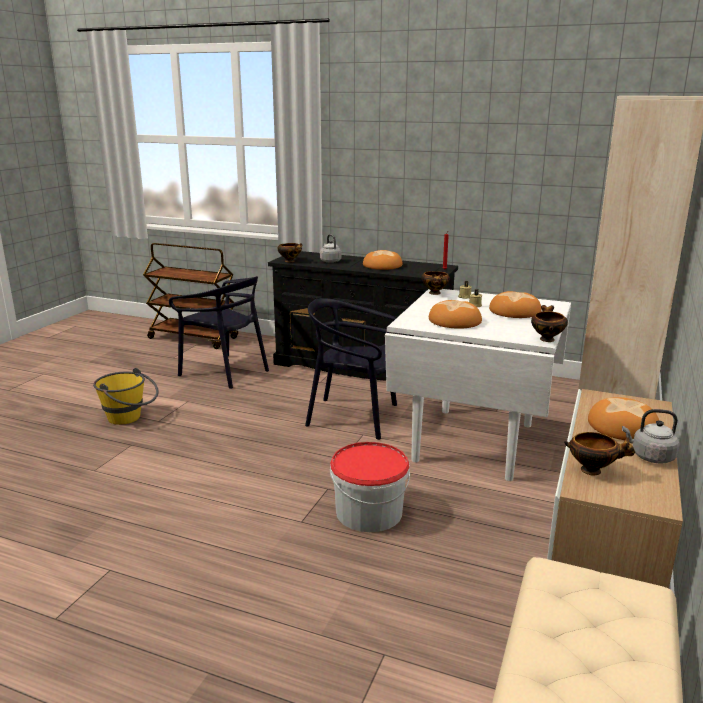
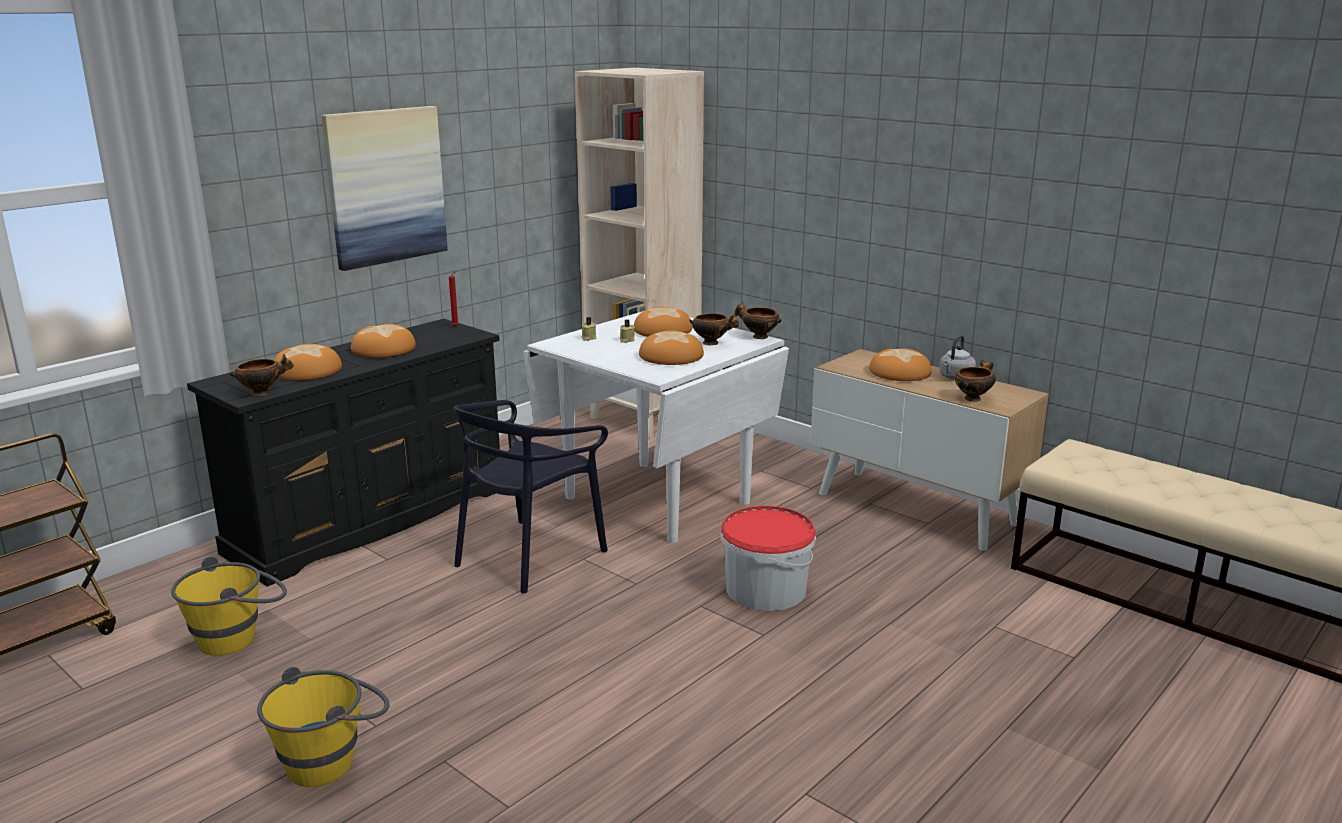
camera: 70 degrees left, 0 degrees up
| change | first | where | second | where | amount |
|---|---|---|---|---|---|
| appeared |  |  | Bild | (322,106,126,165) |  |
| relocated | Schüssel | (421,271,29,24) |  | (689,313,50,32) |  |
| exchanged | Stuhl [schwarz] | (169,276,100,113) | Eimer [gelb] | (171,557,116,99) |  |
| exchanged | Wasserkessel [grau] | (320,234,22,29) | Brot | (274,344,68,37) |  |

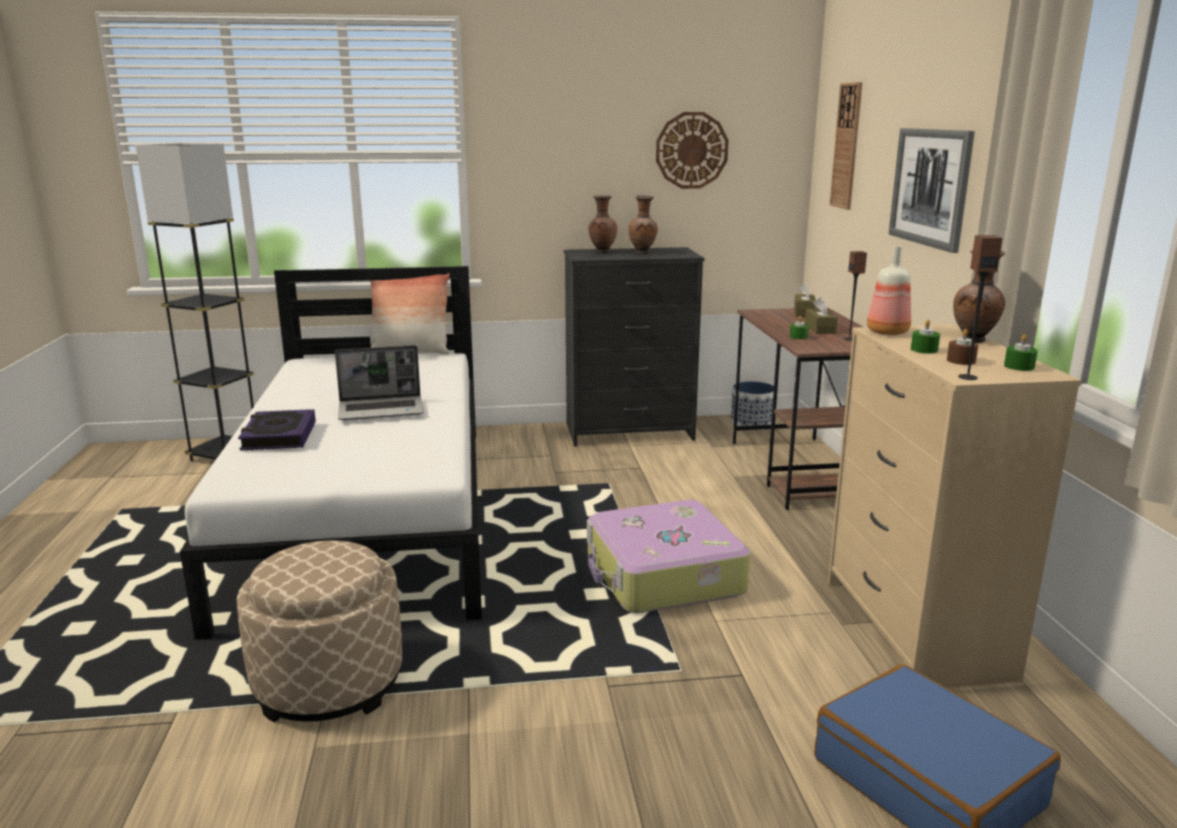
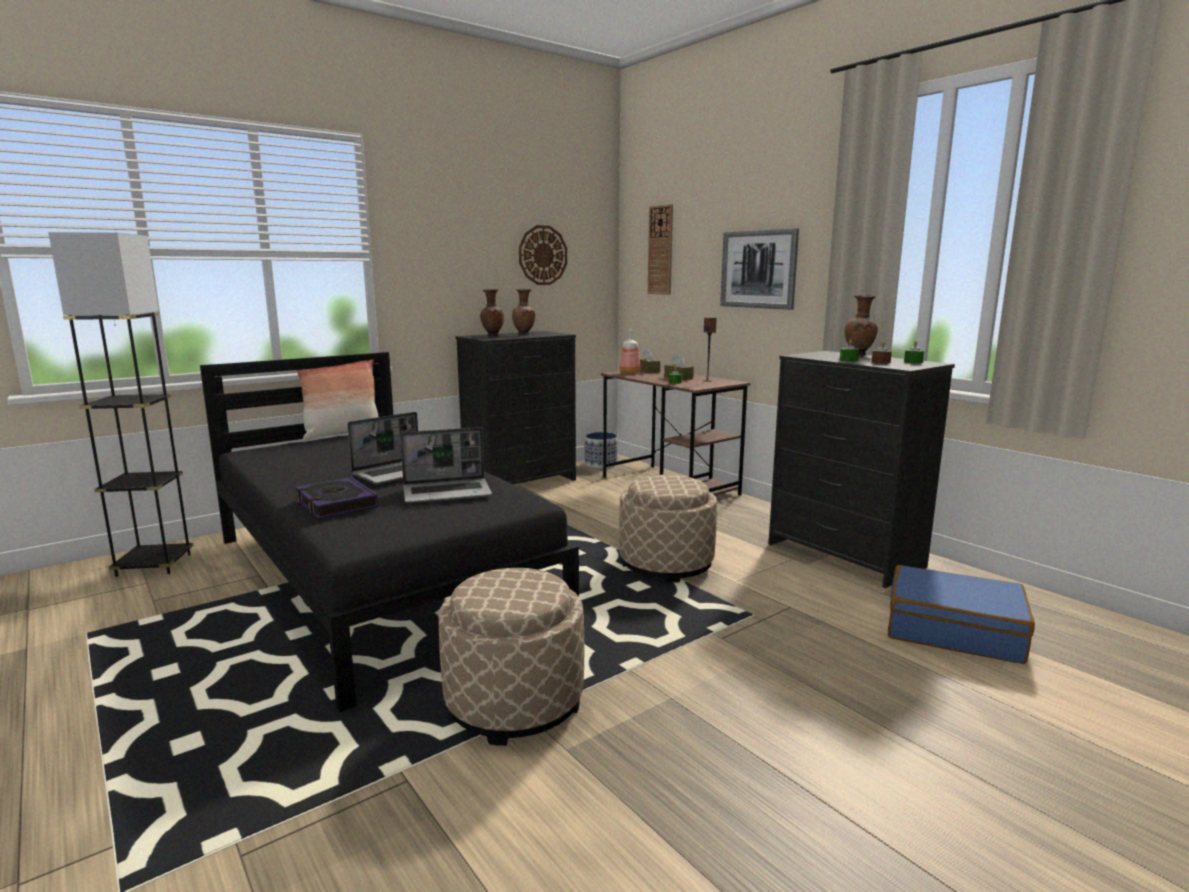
camera: 30 degrees left, 5 degrees down
| change | first | where | second | where | amount |
|---|---|---|---|---|---|
| missing | Lautsprecher | (958,235,45,145) |  |  |  |
| appeared |  |  | Laptop | (400,427,92,76) |  |
| relocated | Flasche | (867,246,44,89) |  | (620,330,21,44) |  |
| exchanged | Koffer | (587,500,164,113) | Polsterhocker [beige] | (619,475,98,108) |  |
| colour | Bett [weiß] | (180,266,302,374) | Bett [schwarz] | (200,352,379,360) |  |
| colour | Kommode [beige] | (828,324,254,364) | Kommode [schwarz] | (769,351,186,237) |  |

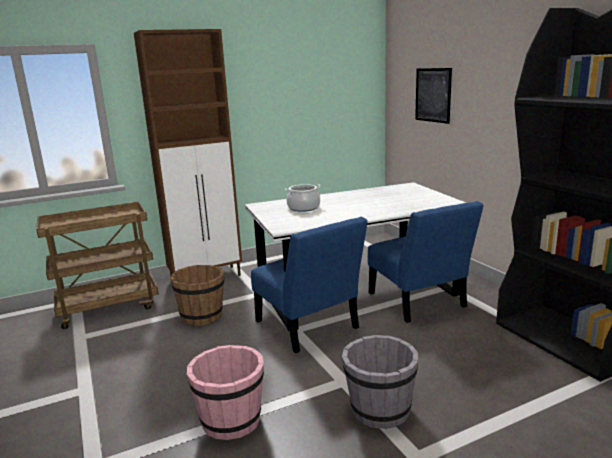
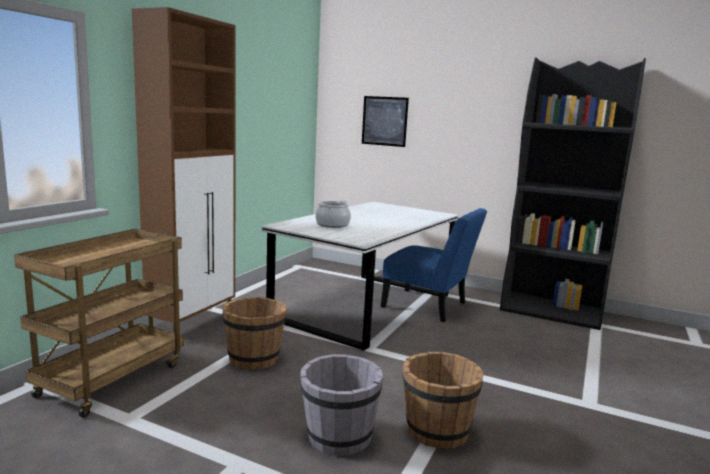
camera: 40 degrees left, 5 degrees down
| change | first | where | second | where | amount |
|---|---|---|---|---|---|
| missing | Stuhl [blau] | (251,217,117,136) |  |  |  |
| relocated | Eimer [grau] | (342,335,76,94) |  | (300,354,83,102) |  |
| colour | Eimer [rosa] | (187,345,77,95) | Eimer [braun] | (403,352,81,97) |  |

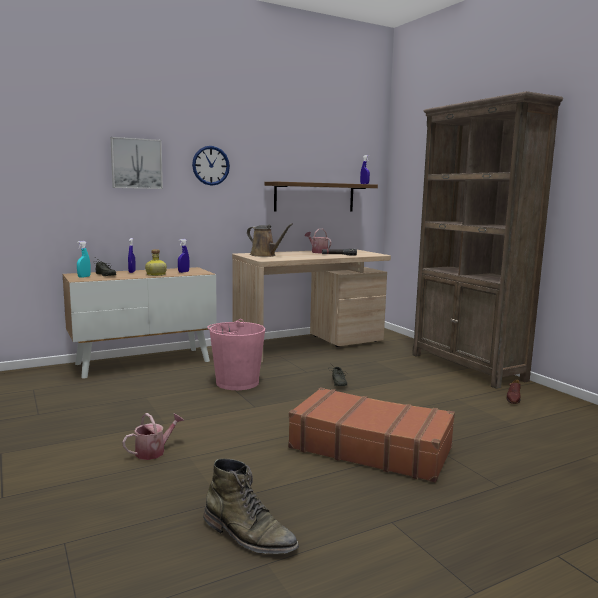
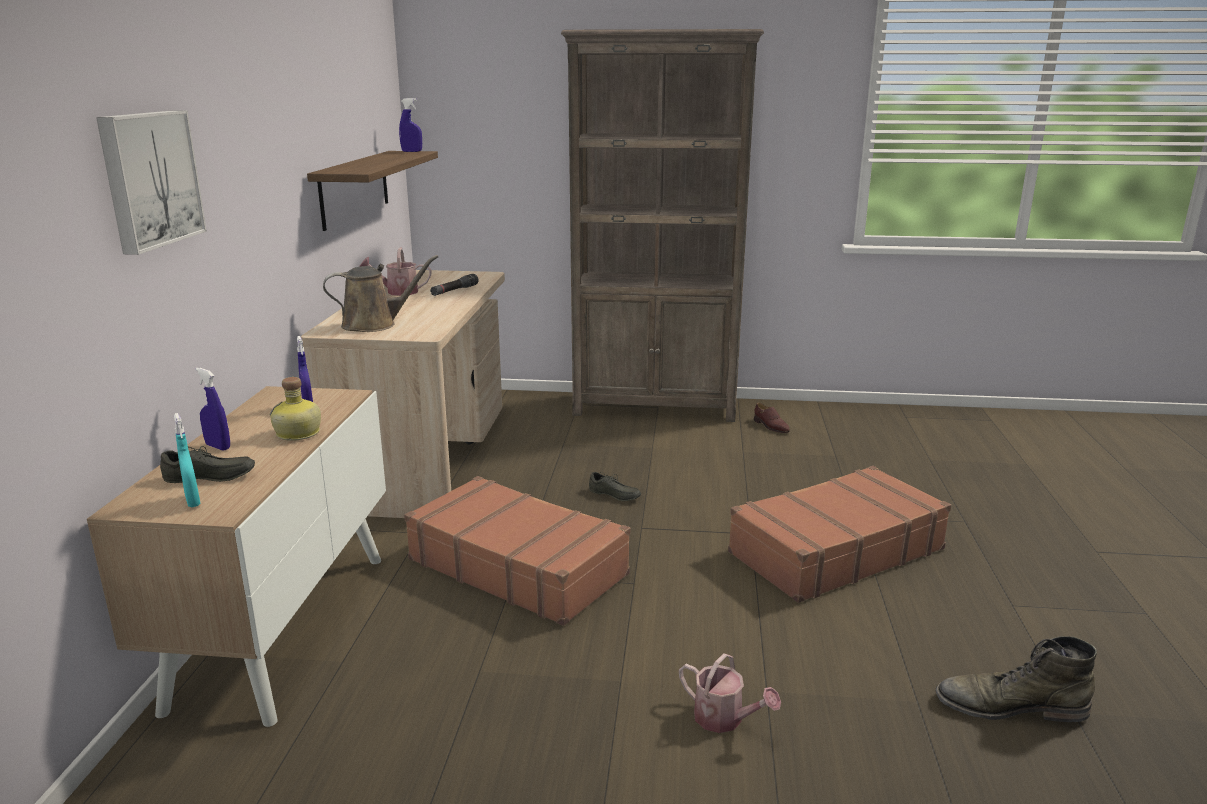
camera: 55 degrees left, 10 degrees up
| change | first | where | second | where | amount |
|---|---|---|---|---|---|
| missing | Wanduhr | (192,146,38,40) |  |  |  |
| exchanged | Eimer [rosa] | (207,319,58,71) | Koffer [braun] | (404,476,226,150) |  |
| spun | Gießkanne | (122,413,62,47) |  | (679,653,102,80) | 135 degrees clockwise |
| spun | Stiefel [grün] | (204,458,95,96) |  | (936,636,161,86) | 150 degrees counterclockwise |

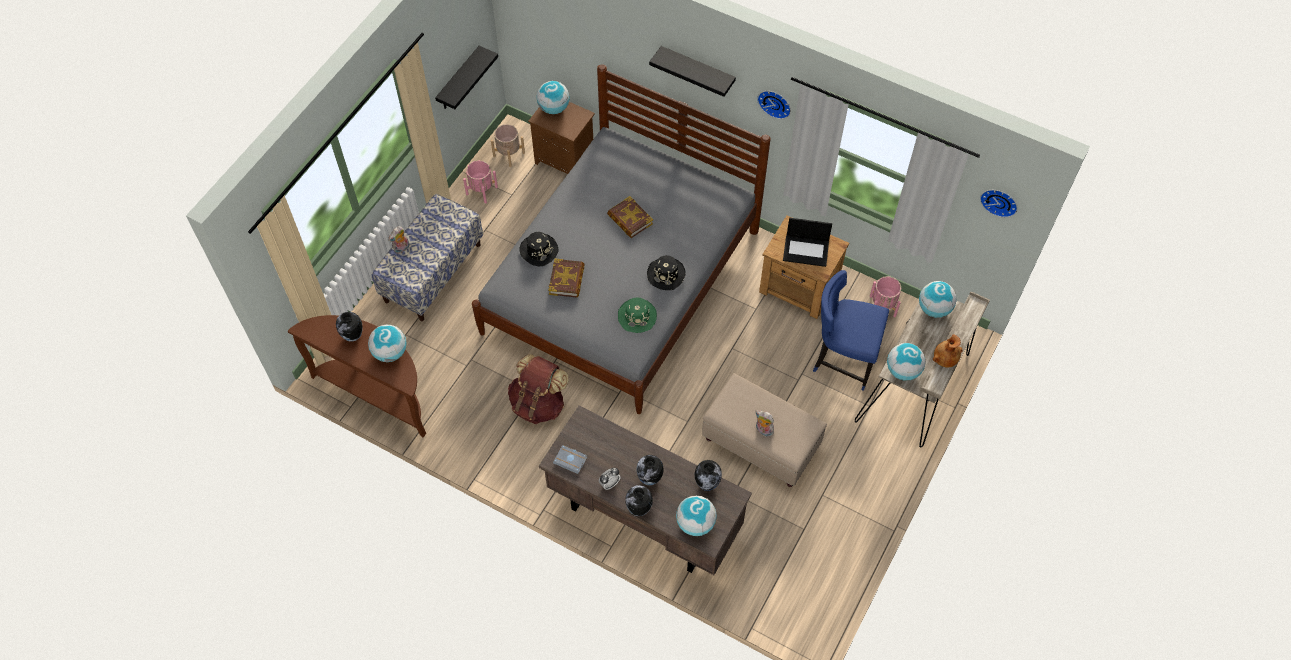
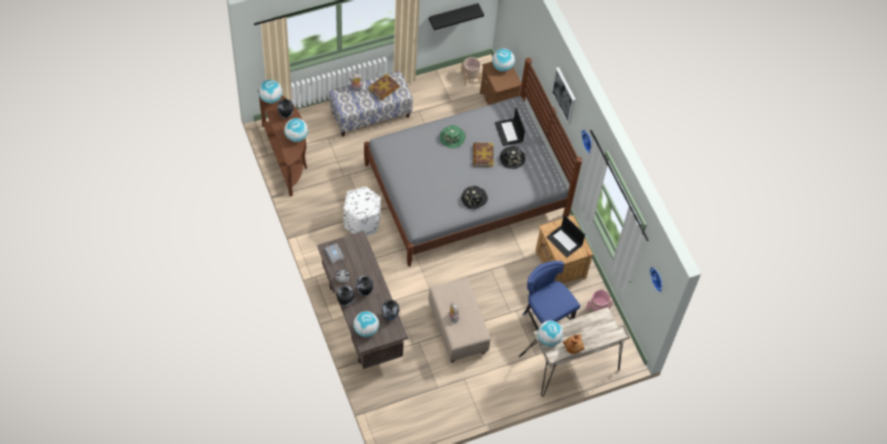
camera: 35 degrees right, 0 degrees up
| change | first | where | second | where | amount |
|---|---|---|---|---|---|
| missing | Pflanzkübel [rosa] | (463,160,35,43) |  |  |  |
| appeared |  |  | Laptop | (495,107,30,39) |  |
| relocated | Hut [schwarz] | (519,232,39,35) |  | (500,146,25,23) |  |
| relocated | Buch | (548,258,37,40) |  | (369,74,31,26) |  |
| relocated | Hut [grün] | (618,297,39,36) |  | (440,125,25,23) |  |
| relocated | Globus | (919,281,38,37) |  | (259,80,23,23) |  |
| exchanged | Rucksack [braun] | (508,354,61,70) | Polsterhocker [weiß] | (343,186,38,50) |  |
| exchanged | Wandregal [schwarz] | (649,46,87,51) | Bild | (551,67,25,57) |  |

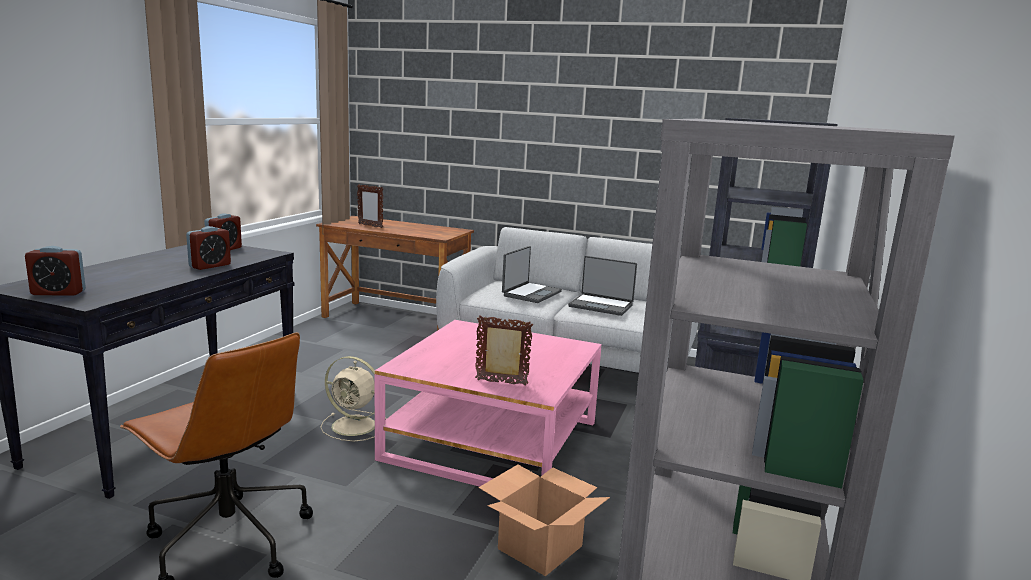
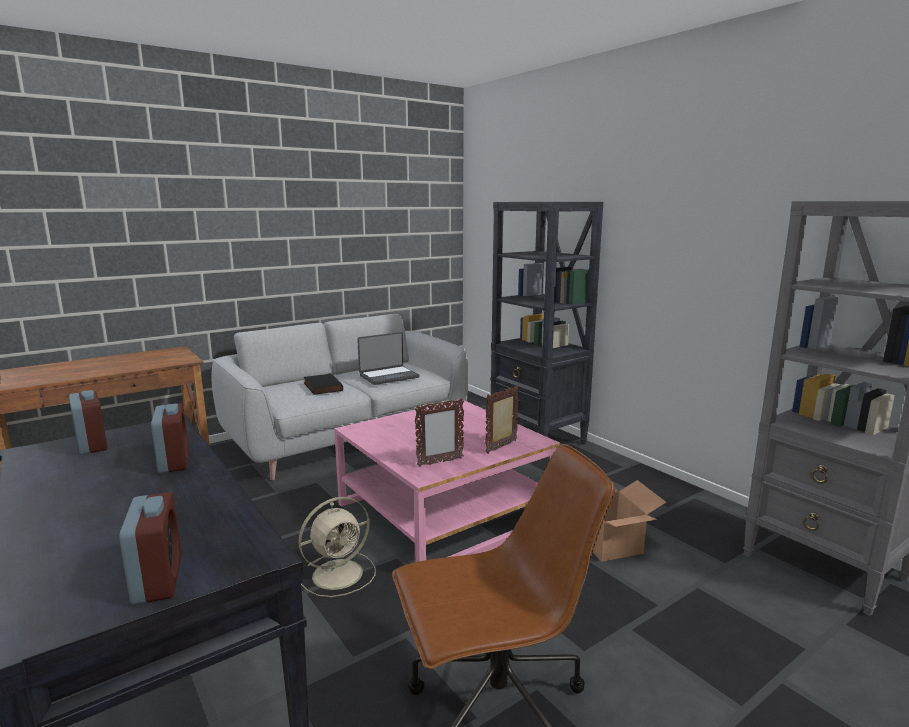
camera: 55 degrees left, 0 degrees up
| change | first | where | second | where | amount |
|---|---|---|---|---|---|
| relocated | Bilderrahmen | (357,184,26,44) |  | (414,398,50,69) |  |
| exchanged | Laptop | (502,246,60,57) | Buch [schwarz] | (304,373,39,22) |  |
| spun | Wecker | (25,246,61,50) |  | (119,492,63,113) | 45 degrees counterclockwise |

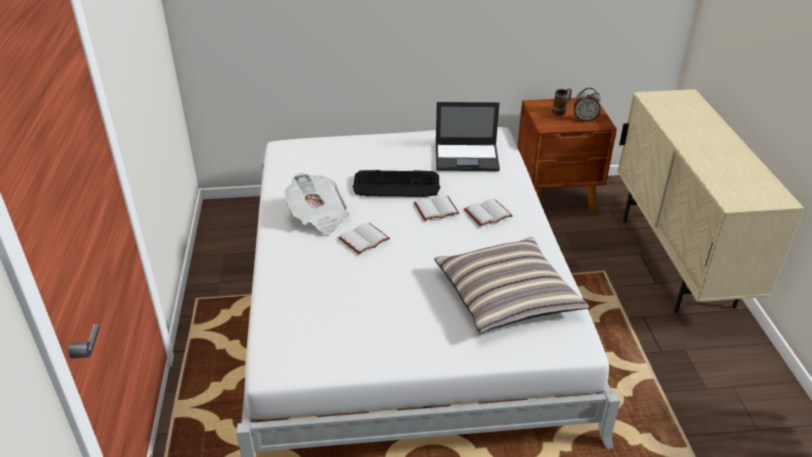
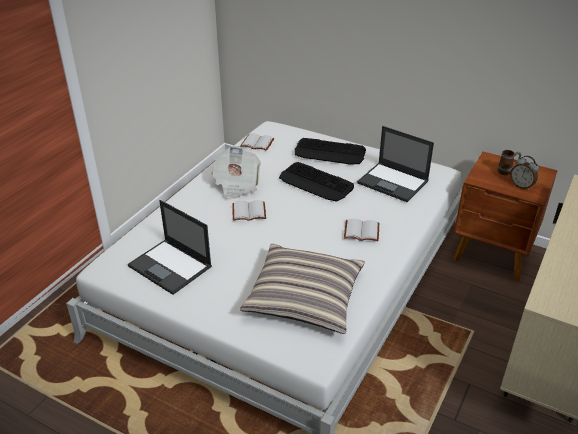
camera: 35 degrees right, 0 degrees up
| change | first | where | second | where | amount |
|---|---|---|---|---|---|
| appeared |  |  | Laptop | (128,200,84,95) |  |
| appeared |  |  | Tastatur | (295,138,71,26) |  |
| relocated | Buch [weiß] | (414,195,46,26) |  | (240,133,34,18) |  |

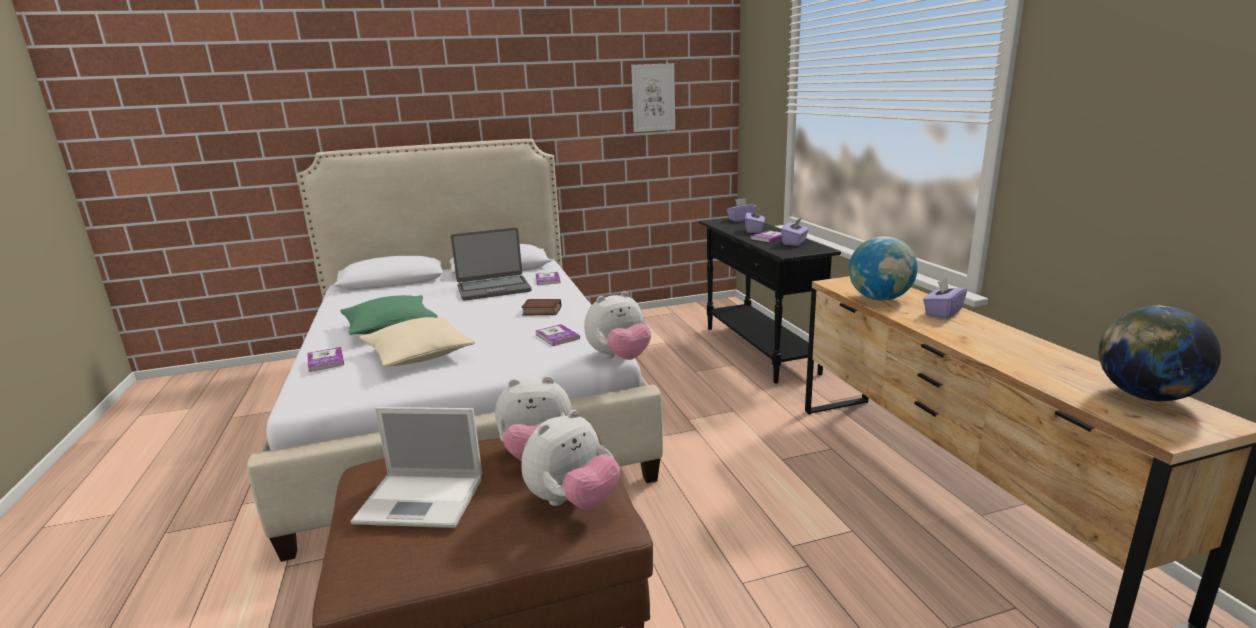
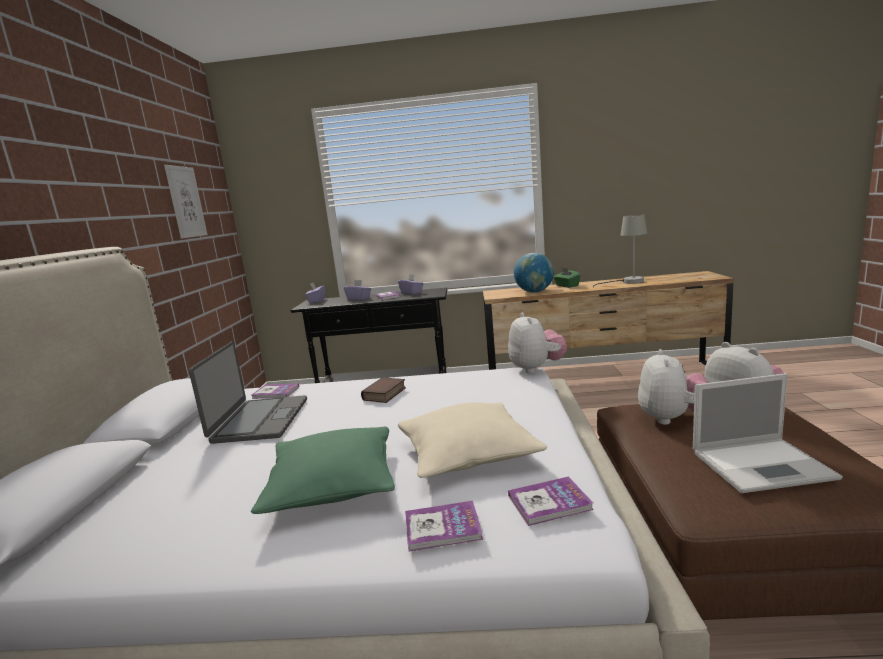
camera: 70 degrees left, 5 degrees down
| change | first | where | second | where | amount |
|---|---|---|---|---|---|
| missing | Globus | (1099,305,122,96) |  |  |  |
| appeared |  |  | Tischlampe [grau] | (593,214,54,74) |  |
| relocated | Buch | (535,324,45,22) |  | (508,477,86,49) |  |
| colour | Taschentuchbox [lila] | (923,278,44,41) | Taschentuchbox [grün] | (554,267,27,21) |  |
| spun | Laptop | (351,407,131,121) |  | (693,373,150,120) | 60 degrees clockwise |

